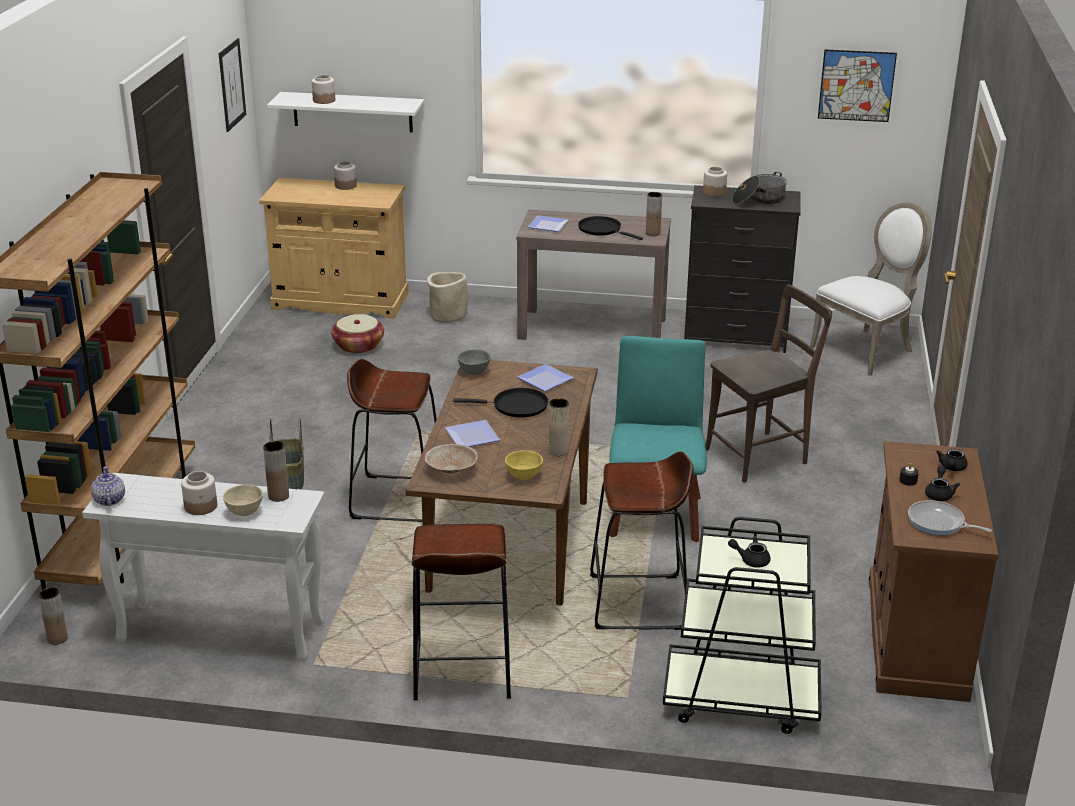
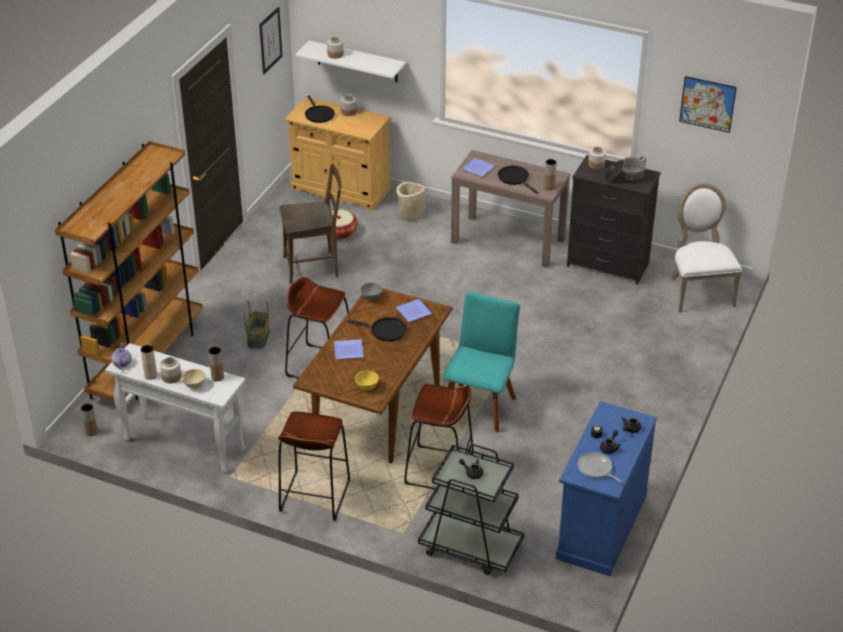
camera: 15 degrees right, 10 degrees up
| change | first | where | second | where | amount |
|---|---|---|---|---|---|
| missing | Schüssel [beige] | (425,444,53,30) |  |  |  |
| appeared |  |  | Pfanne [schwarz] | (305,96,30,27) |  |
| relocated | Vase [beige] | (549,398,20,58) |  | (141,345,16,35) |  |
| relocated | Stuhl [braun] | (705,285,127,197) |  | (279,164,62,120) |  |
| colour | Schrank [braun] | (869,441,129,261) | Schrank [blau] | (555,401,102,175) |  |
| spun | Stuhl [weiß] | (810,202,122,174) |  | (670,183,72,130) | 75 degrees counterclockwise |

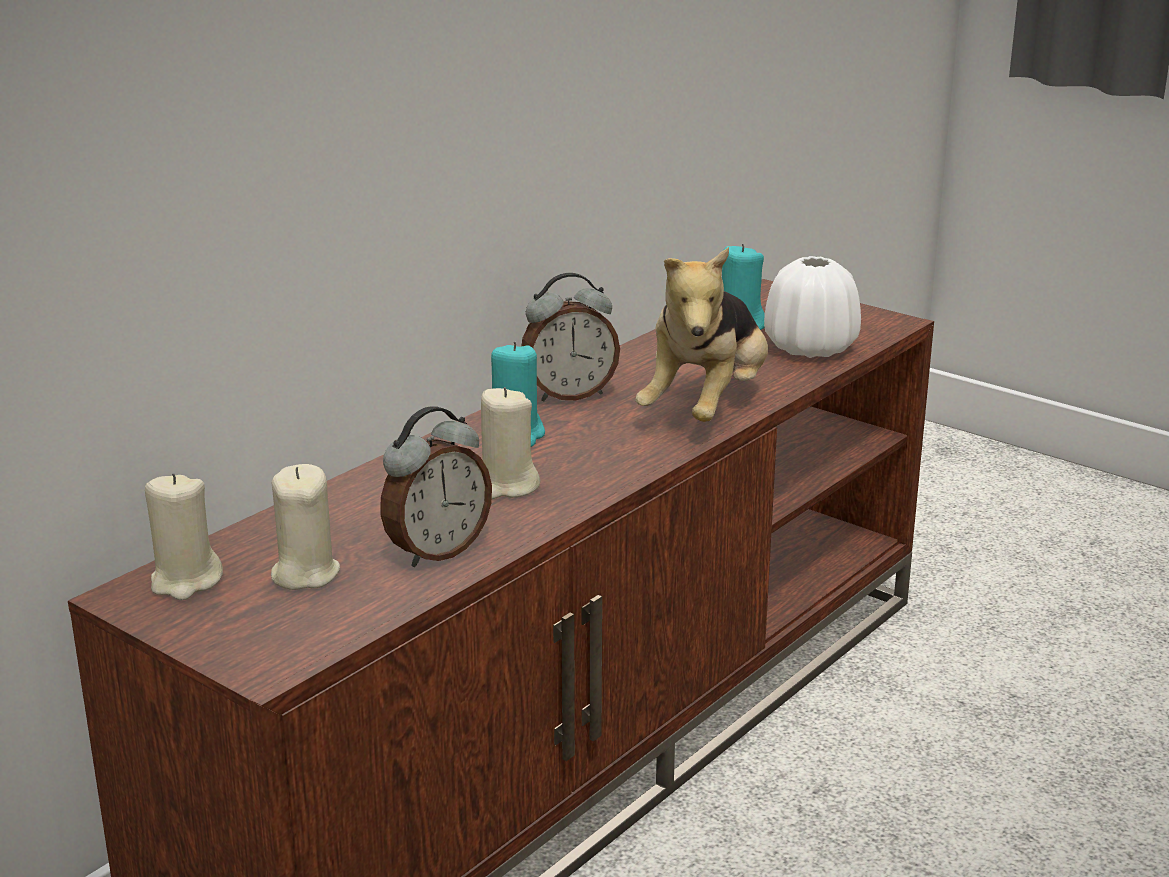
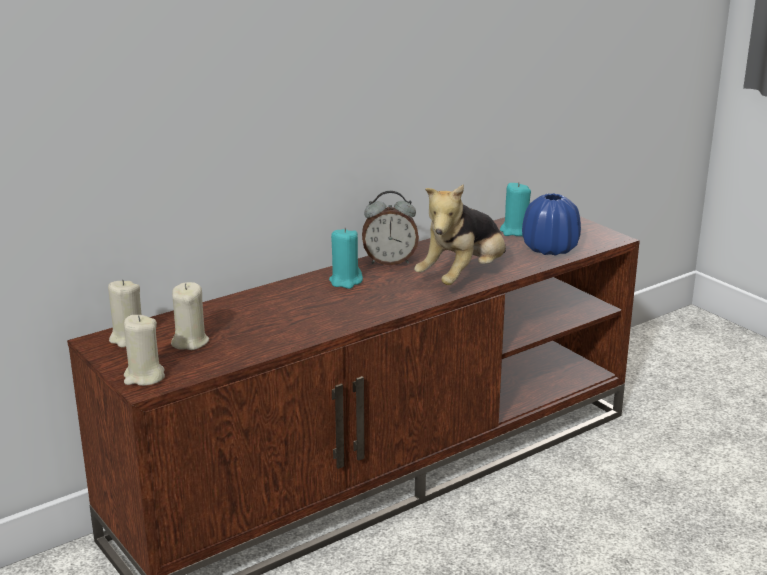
camera: 15 degrees right, 0 degrees up
| change | first | where | second | where | amount |
|---|---|---|---|---|---|
| missing | Wecker | (380,406,112,161) |  |  |  |
| relocated | Kerze [beige] | (481,387,59,112) |  | (124,315,41,71) |  |
| colour | Vase [weiß] | (764,256,97,102) | Vase [blau] | (522,193,59,63) |  |

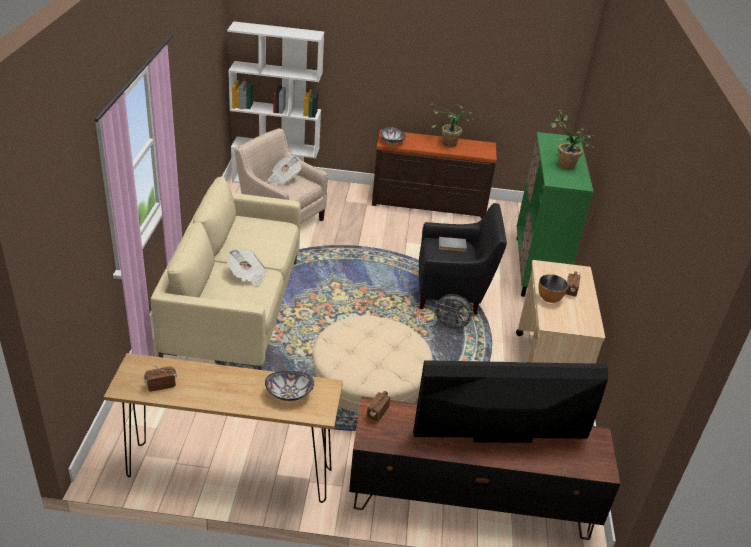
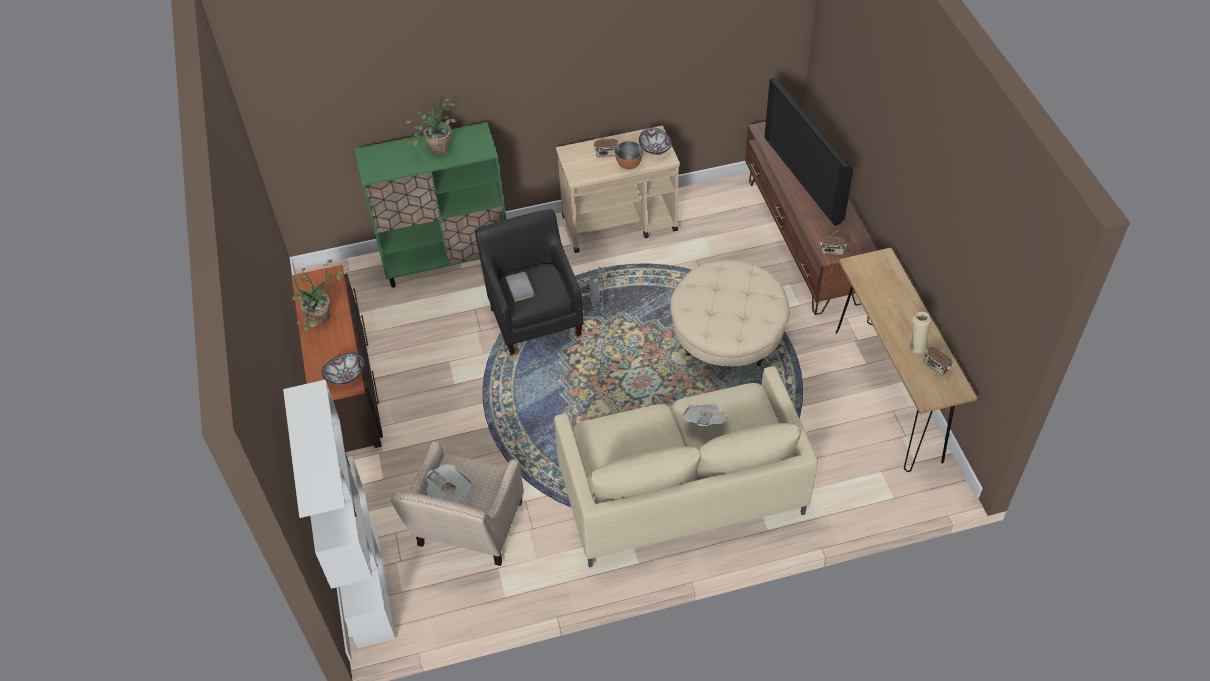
camera: 105 degrees left, 15 degrees up
| change | first | where | second | where | amount |
|---|---|---|---|---|---|
| appeared |  |  | Vase [beige] | (910,312,21,42) |  |
| relocated | Schüssel | (265,371,49,30) |  | (639,128,33,27) |  |

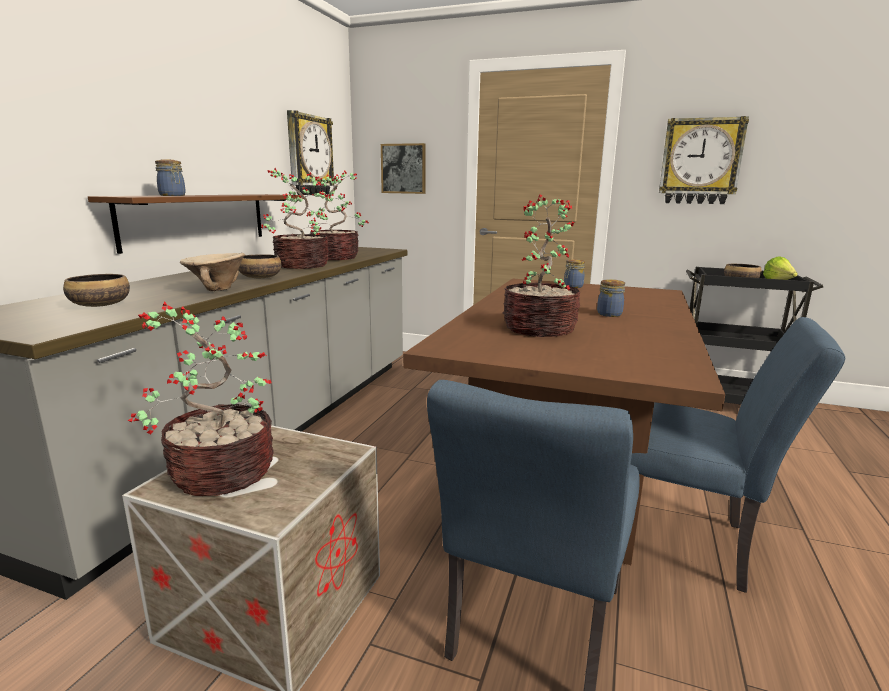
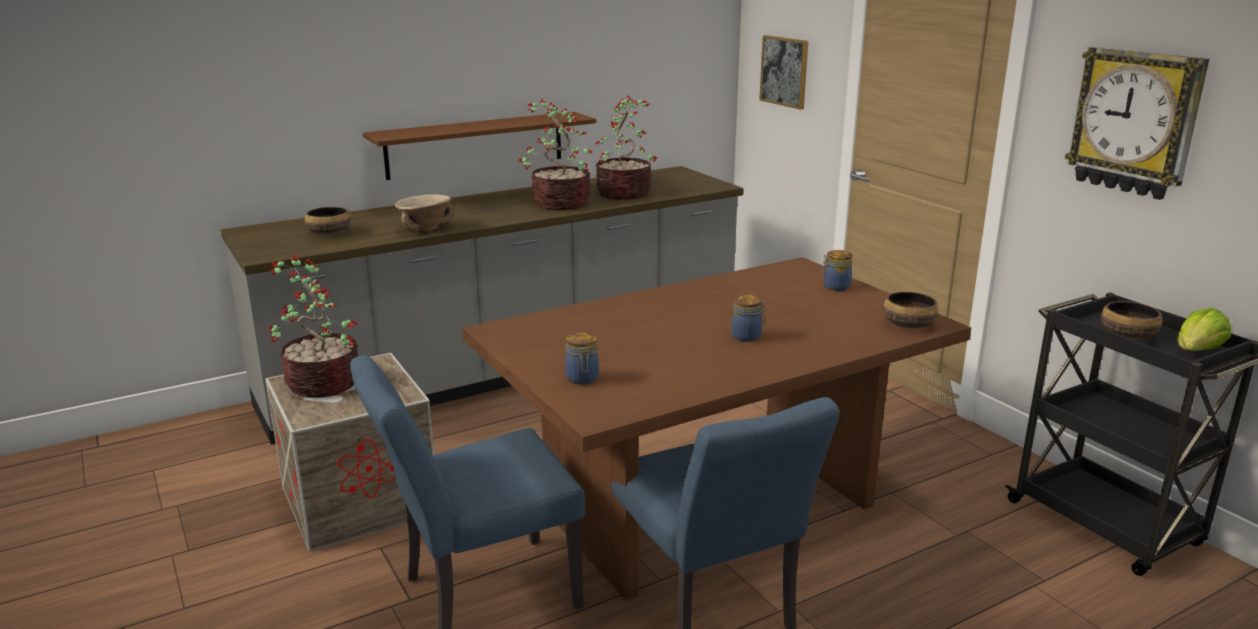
camera: 40 degrees right, 5 degrees up
| change | first | where | second | where | amount |
|---|---|---|---|---|---|
| missing | Wanduhr | (287,110,47,85) |  |  |  |
| missing | Topfpflanze | (503,195,77,142) |  |  |  |
| relocated | Vorratsglas | (155,159,31,37) |  | (565,332,34,52) |  |
| relocated | Schüssel | (239,254,42,24) |  | (883,292,56,37) |  |

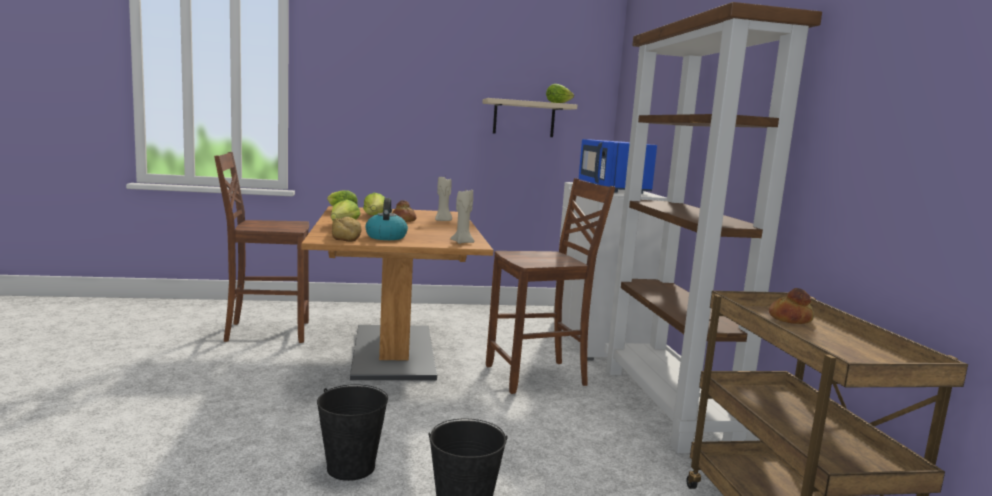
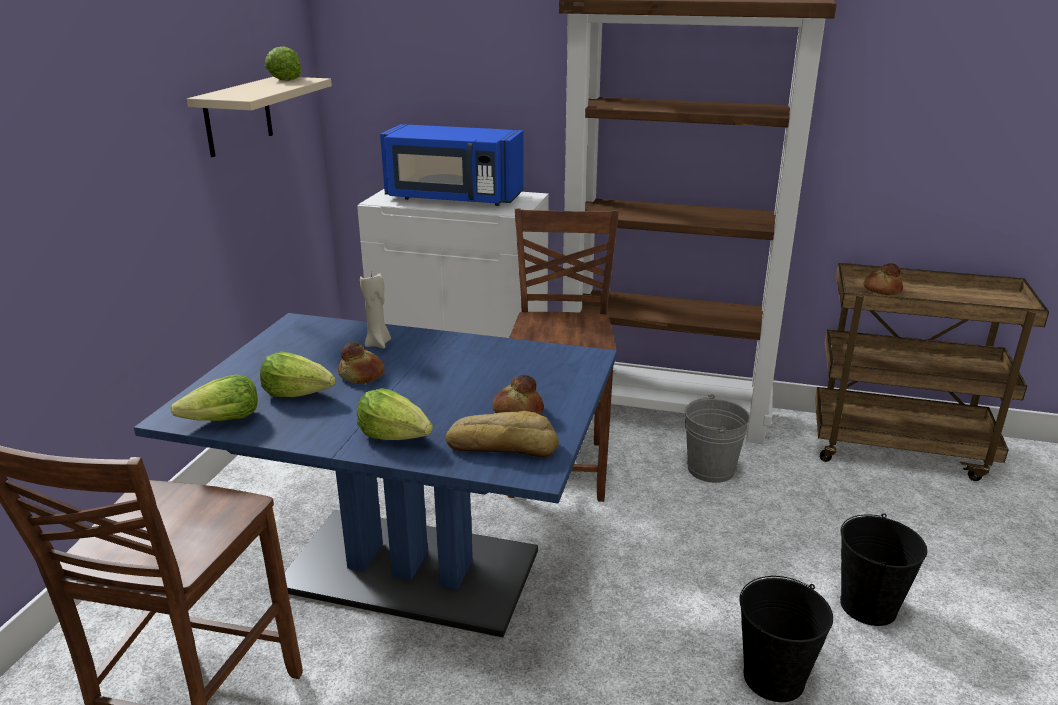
camera: 65 degrees left, 15 degrees up
| change | first | where | second | where | amount |
|---|---|---|---|---|---|
| missing | Kerze [beige] | (450,190,25,54) |  |  |  |
| appeared |  |  | Eimer [grau] | (685,394,65,89) |  |
| exchanged | Wasserkessel | (365,198,43,42) | Brot | (493,375,51,40) |  |
| colour | Esstisch [braun] | (301,206,192,174) | Esstisch [blau] | (134,313,483,325) |  |

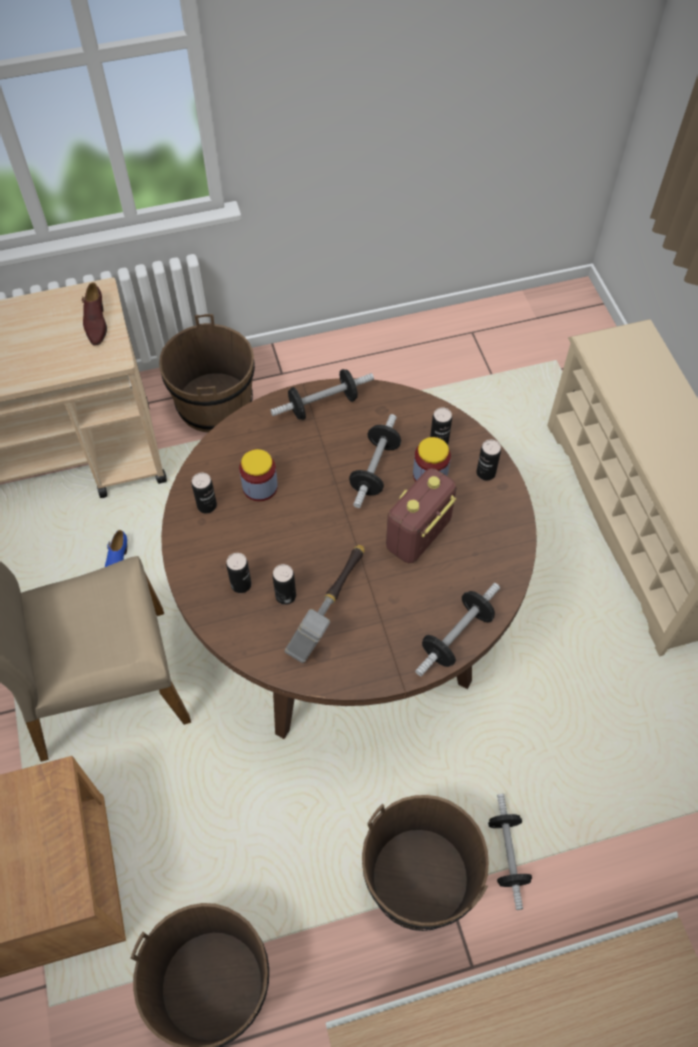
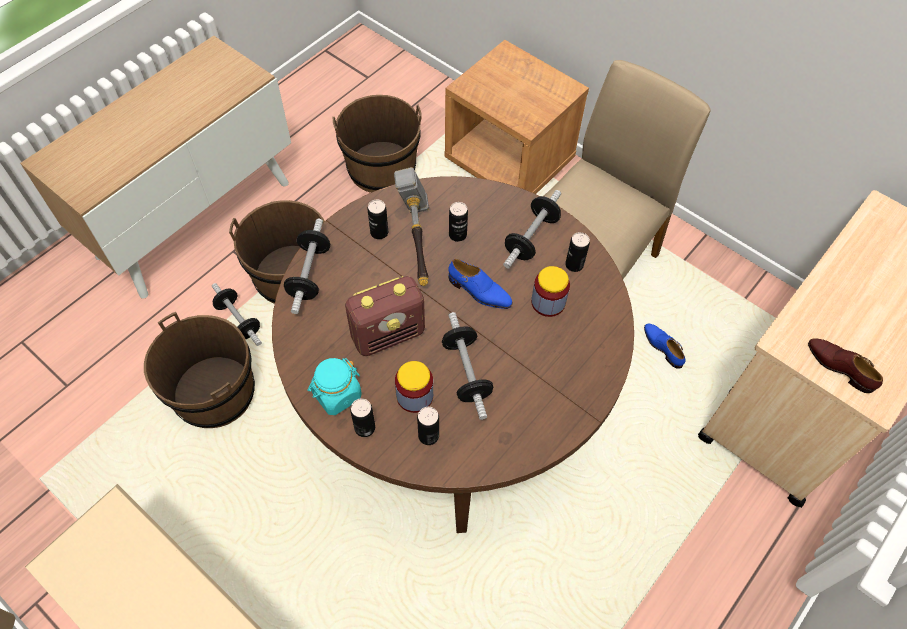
camera: 145 degrees right, 0 degrees up
| change | first | where | second | where | amount |
|---|---|---|---|---|---|
| appeared |  |  | Vorratsglas [türkis] | (308,358,54,57) |  |
| appeared |  |  | Schuh [blau] | (448,259,65,50) |  |
| relocated | Eimer [braun] | (159,314,96,119) |  | (144,312,111,116) |  |
| relocated | Dose | (226,553,26,40) |  | (367,199,21,40) |  |
| relocated | Hantel | (271,369,103,51) |  | (503,190,58,79) |  |
| spun | Radio | (386,468,70,95) |  | (345,276,80,80) | 60 degrees clockwise |

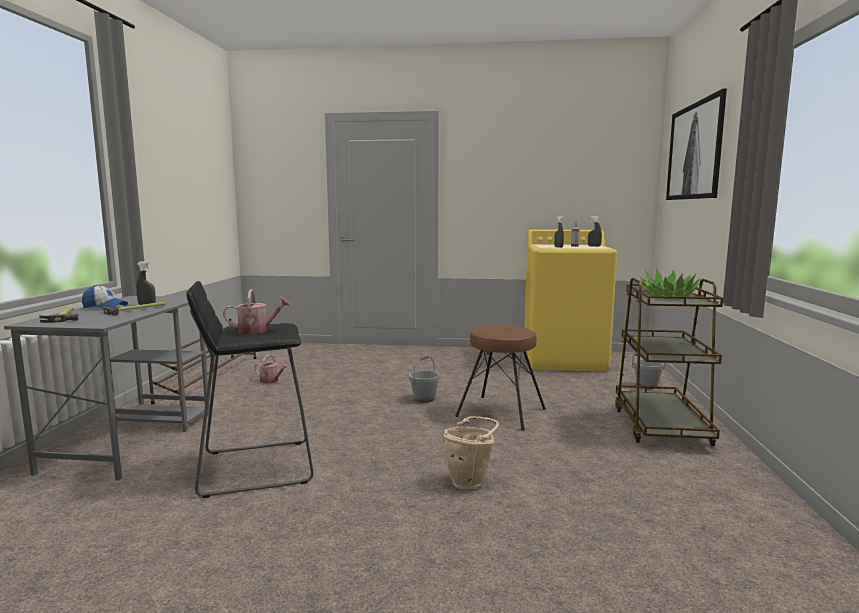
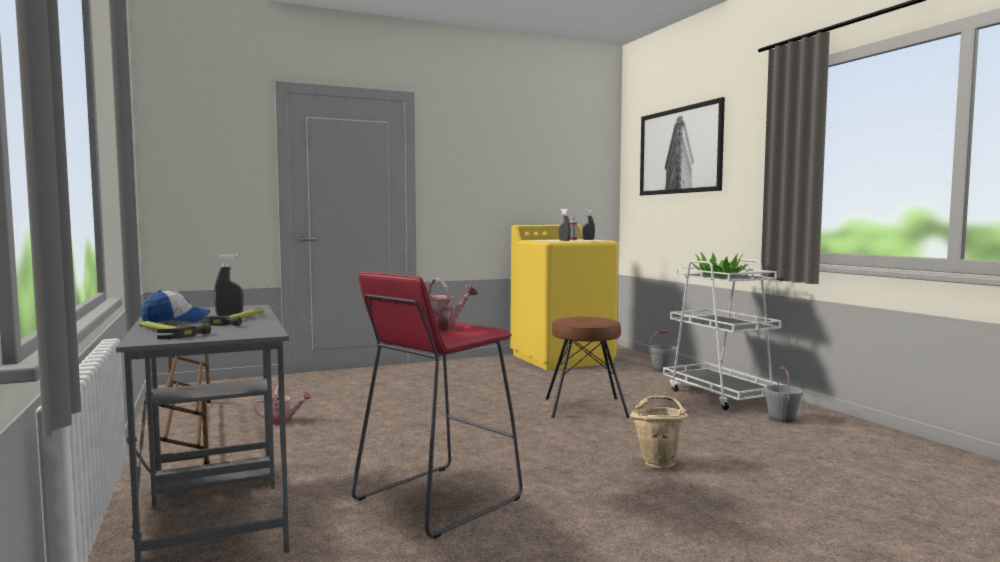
camera: 30 degrees left, 5 degrees down
| change | first | where | second | where | amount |
|---|---|---|---|---|---|
| relocated | Eimer [grau] | (409,356,30,47) |  | (764,366,39,57) |  |
| colour | Hocker [schwarz] | (186,281,128,217) | Hocker [rot] | (351,272,172,267) |  |
| colour | Rollwagen [braun] | (615,278,108,168) | Rollwagen [weiß] | (663,259,120,151) |  |

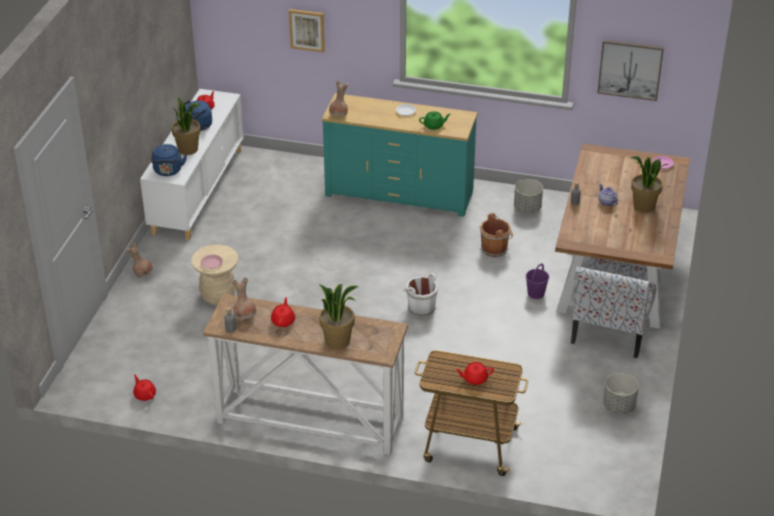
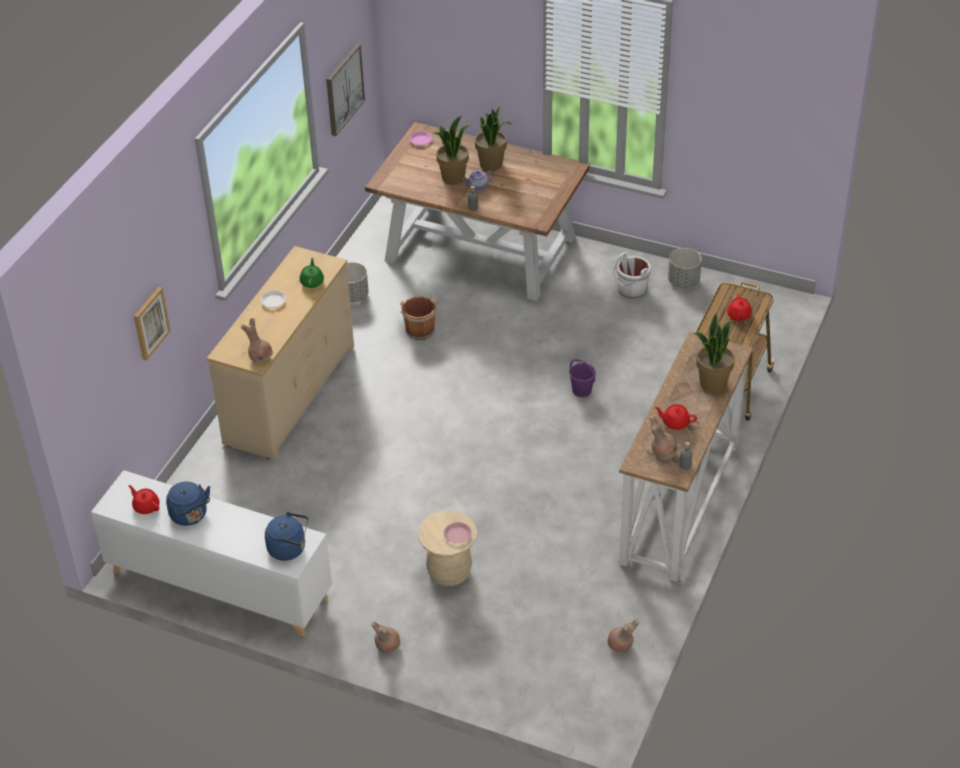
camera: 80 degrees left, 5 degrees up
| change | first | where | second | where | amount |
|---|---|---|---|---|---|
| missing | Stuhl | (571,257,90,101) |  |  |  |
| relocated | Topfpflanze | (172,97,29,58) |  | (433,115,37,70) |  |
| relocated | Eimer [weiß] | (403,273,35,44) |  | (614,252,38,48) |  |
| relocated | Eimer [lila] | (526,263,23,36) |  | (569,359,27,38) |  |
| exchanged | Teekanne [rot] | (133,374,23,27) | Vase [braun] | (607,619,32,34) |  |
| colour | Kommode [türkis] | (322,93,156,124) | Kommode [beige] | (207,246,147,214) |  |

